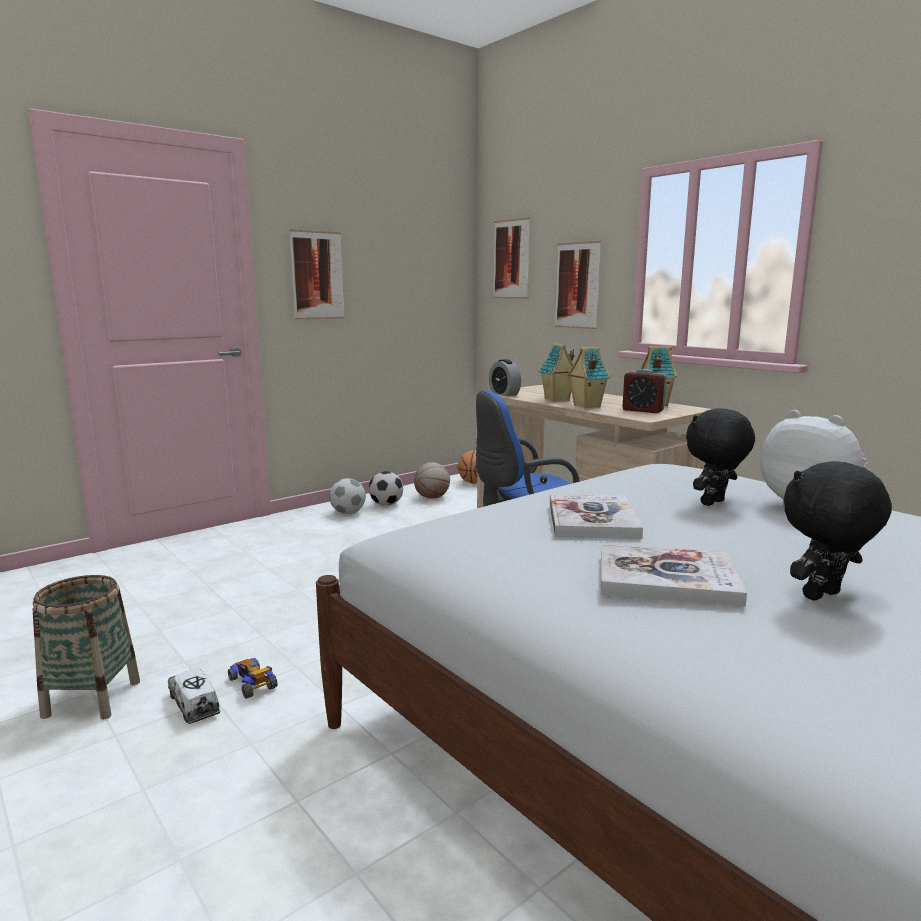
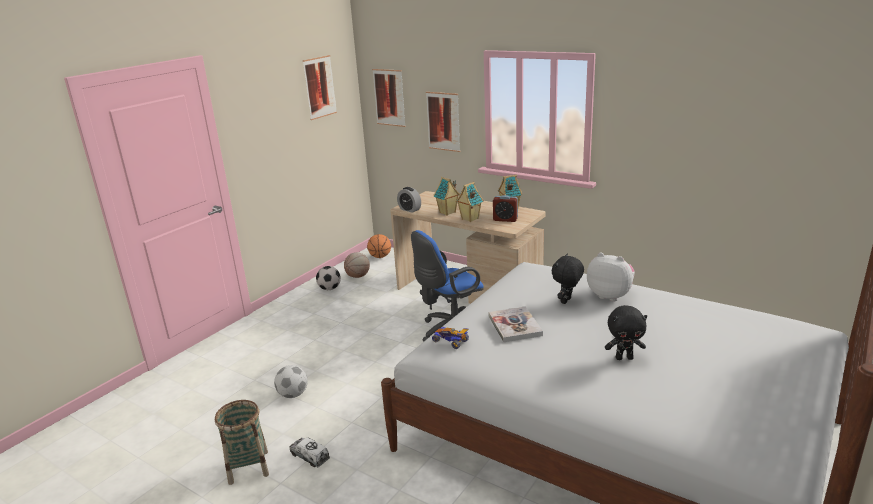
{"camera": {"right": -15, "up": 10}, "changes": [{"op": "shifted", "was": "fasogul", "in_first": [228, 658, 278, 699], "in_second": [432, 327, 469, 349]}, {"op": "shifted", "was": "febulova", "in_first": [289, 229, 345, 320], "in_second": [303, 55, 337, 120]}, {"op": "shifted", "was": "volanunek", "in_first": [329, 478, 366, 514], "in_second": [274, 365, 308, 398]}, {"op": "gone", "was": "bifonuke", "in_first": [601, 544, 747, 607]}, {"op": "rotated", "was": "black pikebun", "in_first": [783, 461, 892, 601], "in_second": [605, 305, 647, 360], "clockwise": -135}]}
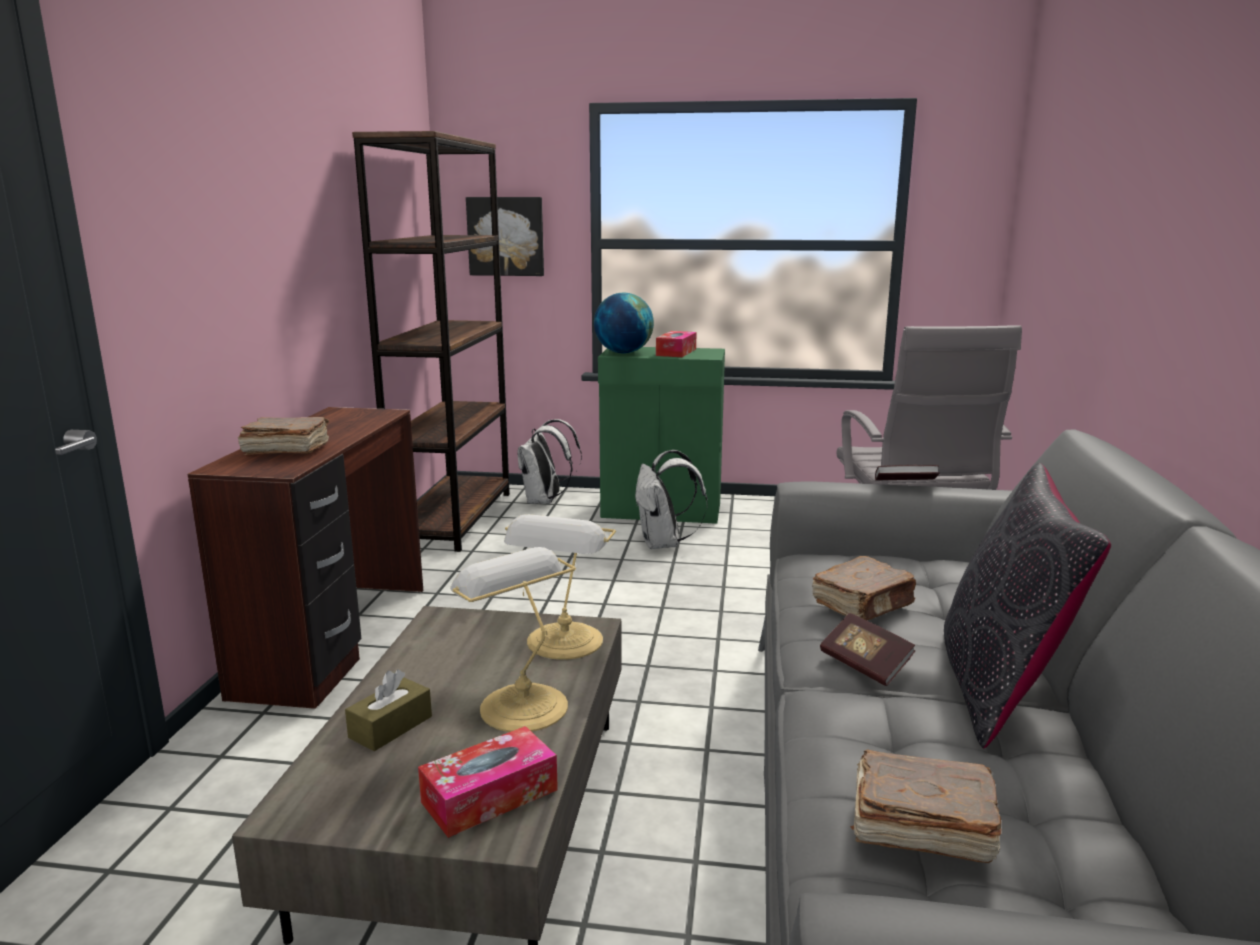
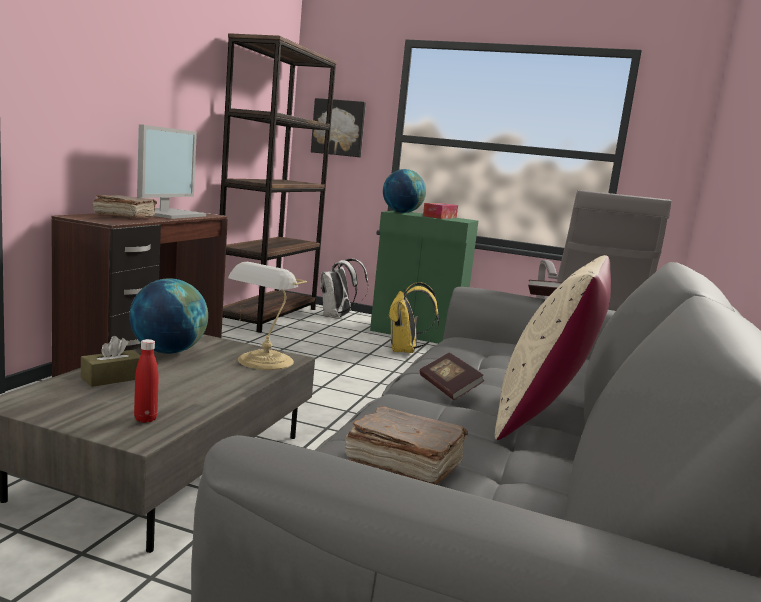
{"camera": {"right": 10, "up": -5}, "changes": [{"op": "swapped", "was": "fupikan", "now": "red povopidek", "in_first": [418, 726, 558, 838], "in_second": [134, 339, 159, 423]}, {"op": "gone", "was": "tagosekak", "in_first": [450, 547, 576, 732]}, {"op": "repainted", "was": "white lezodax", "now": "yellow lezodax", "in_first": [635, 450, 708, 549], "in_second": [388, 282, 439, 353]}, {"op": "gone", "was": "brown bifonuke", "in_first": [812, 556, 916, 621]}, {"op": "repainted", "was": "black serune", "now": "beige serune", "in_first": [944, 463, 1111, 748], "in_second": [495, 255, 611, 440]}, {"op": "new", "now": "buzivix", "in_second": [129, 278, 208, 354]}, {"op": "new", "now": "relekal", "in_second": [137, 124, 206, 219]}]}
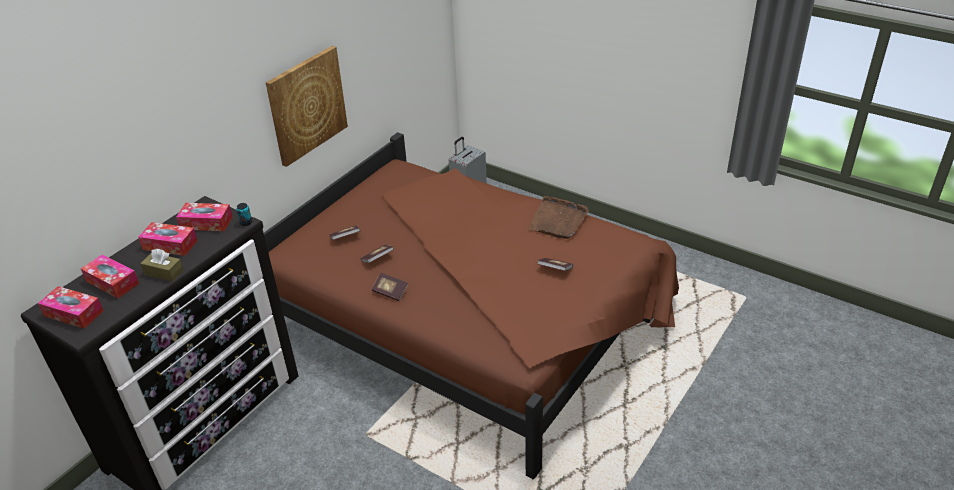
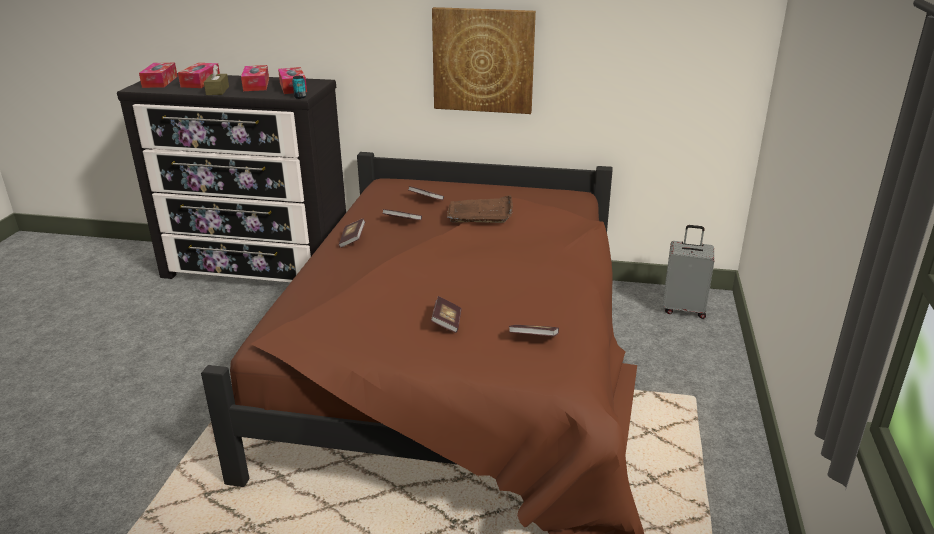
{"camera": {"right": 65, "up": -10}, "changes": [{"op": "shifted", "was": "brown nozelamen", "in_first": [529, 196, 589, 239], "in_second": [447, 195, 513, 223]}, {"op": "new", "now": "bifonuke", "in_second": [509, 325, 559, 336]}]}
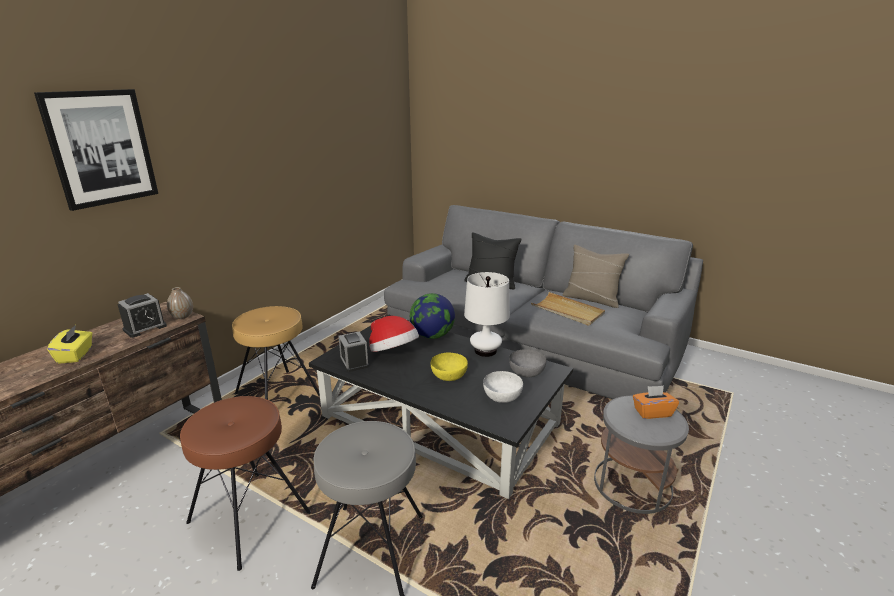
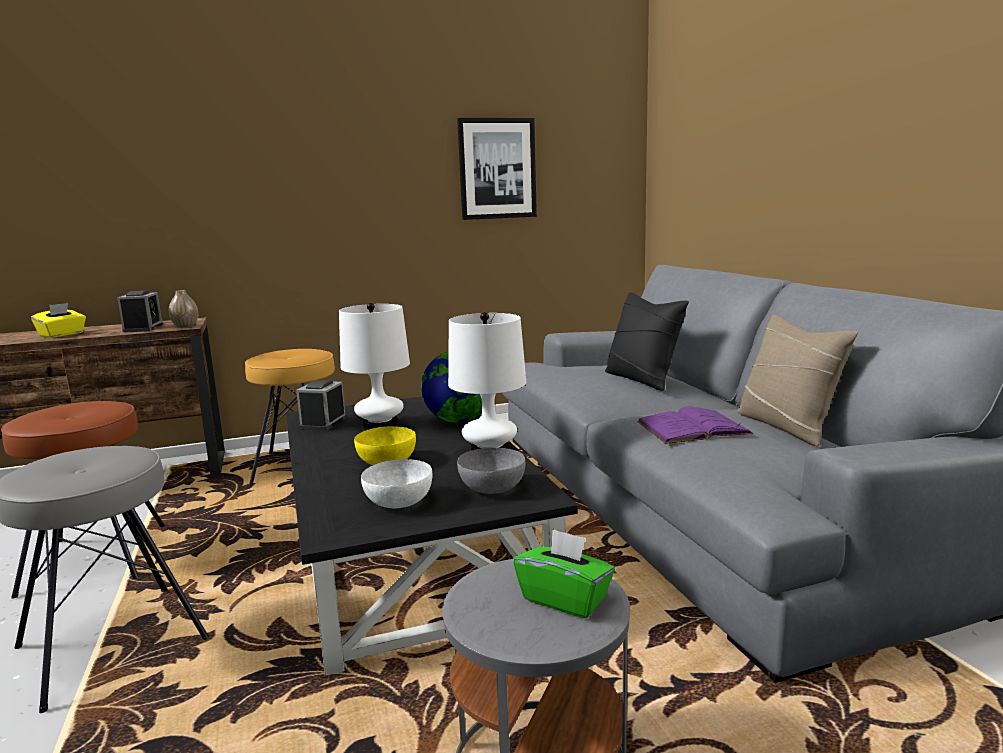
{"camera": {"right": 40, "up": -10}, "changes": [{"op": "shifted", "was": "febulova", "in_first": [34, 89, 158, 211], "in_second": [457, 118, 537, 220]}, {"op": "rotated", "was": "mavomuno", "in_first": [117, 293, 167, 338], "in_second": [117, 291, 163, 333], "clockwise": -90}, {"op": "swapped", "was": "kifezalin", "now": "white tagosekak", "in_first": [369, 316, 419, 352], "in_second": [339, 303, 410, 430]}, {"op": "swapped", "was": "beige nozelamen", "now": "purple bifonuke", "in_first": [531, 292, 605, 326], "in_second": [637, 406, 754, 444]}, {"op": "repainted", "was": "orange fupikan", "now": "green fupikan", "in_first": [633, 386, 679, 419], "in_second": [513, 529, 615, 618]}]}
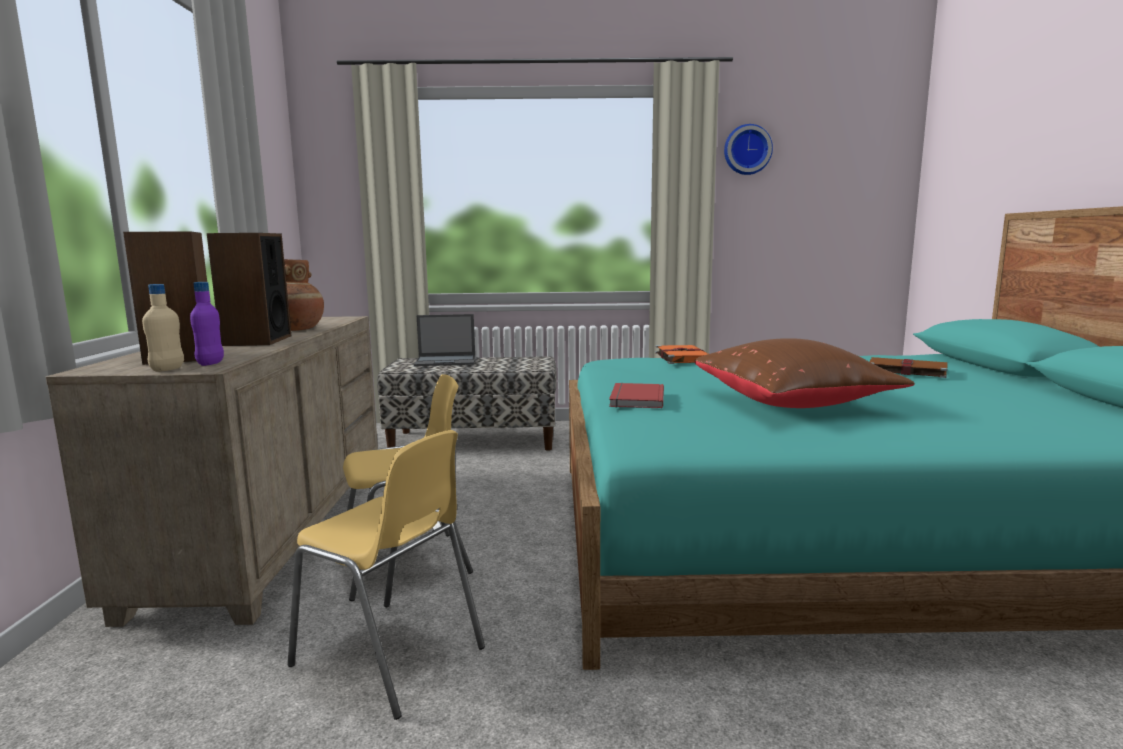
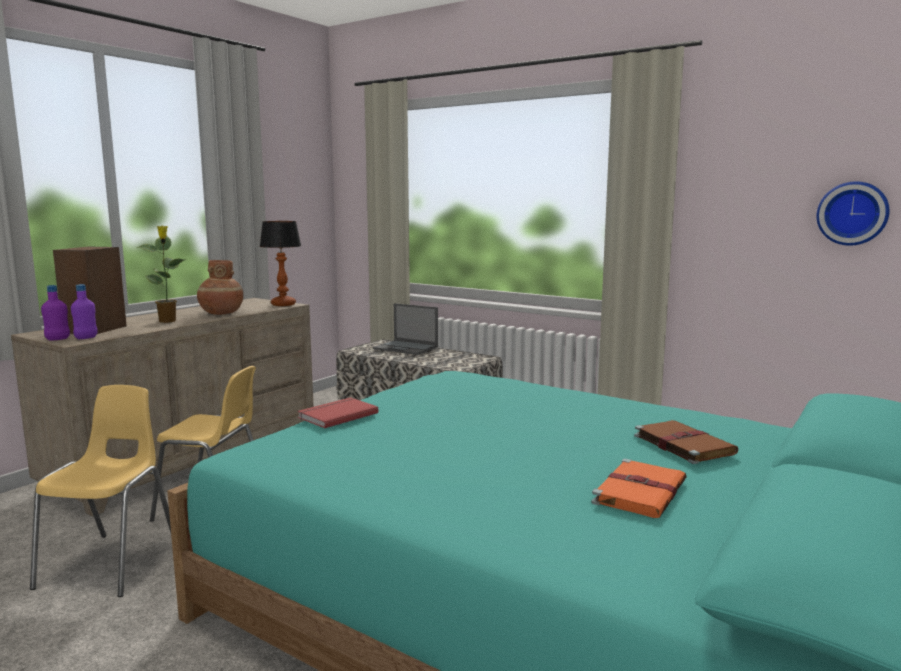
{"camera": {"right": 35, "up": 0}, "changes": [{"op": "repainted", "was": "beige povopidek", "now": "purple povopidek", "in_first": [142, 284, 184, 372], "in_second": [41, 285, 70, 340]}, {"op": "swapped", "was": "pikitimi", "now": "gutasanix", "in_first": [207, 233, 291, 346], "in_second": [137, 226, 184, 323]}, {"op": "rotated", "was": "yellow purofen", "in_first": [287, 430, 485, 720], "in_second": [30, 385, 171, 597], "clockwise": -150}, {"op": "shifted", "was": "orange bifonuke", "in_first": [655, 345, 708, 364], "in_second": [591, 459, 687, 518]}, {"op": "gone", "was": "brown serune", "in_first": [695, 338, 915, 408]}, {"op": "shifted", "was": "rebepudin", "in_first": [724, 124, 773, 175], "in_second": [817, 181, 889, 246]}, {"op": "new", "now": "tagosekak", "in_second": [260, 221, 301, 306]}]}
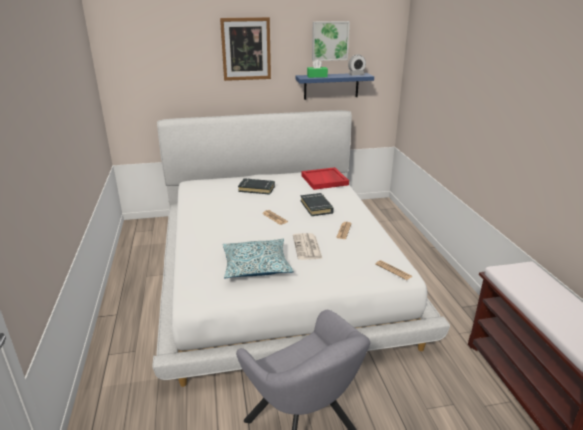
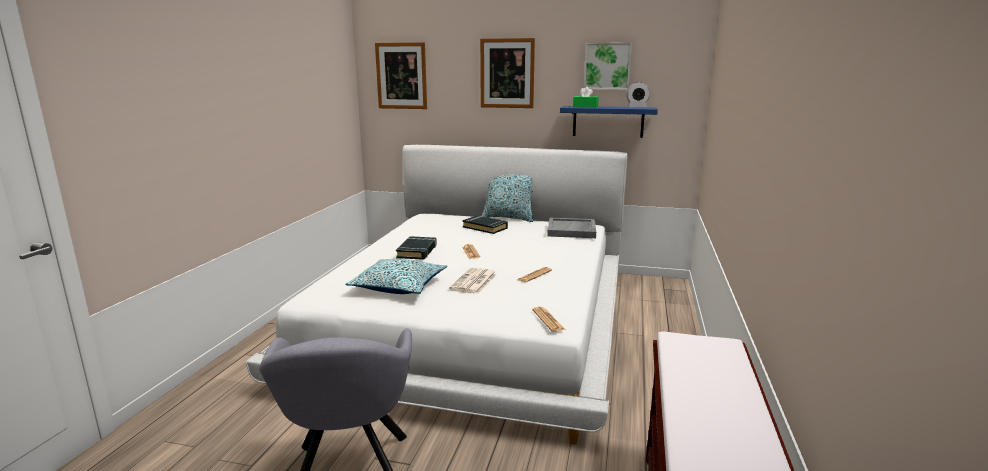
{"camera": {"right": 25, "up": -10}, "changes": [{"op": "repainted", "was": "red nozelamen", "now": "grey nozelamen", "in_first": [301, 167, 349, 190], "in_second": [547, 218, 596, 238]}, {"op": "shifted", "was": "black bifonuke", "in_first": [301, 193, 334, 216], "in_second": [396, 236, 437, 260]}, {"op": "new", "now": "febulova", "in_second": [375, 42, 427, 109]}, {"op": "new", "now": "serune", "in_second": [482, 174, 533, 222]}]}
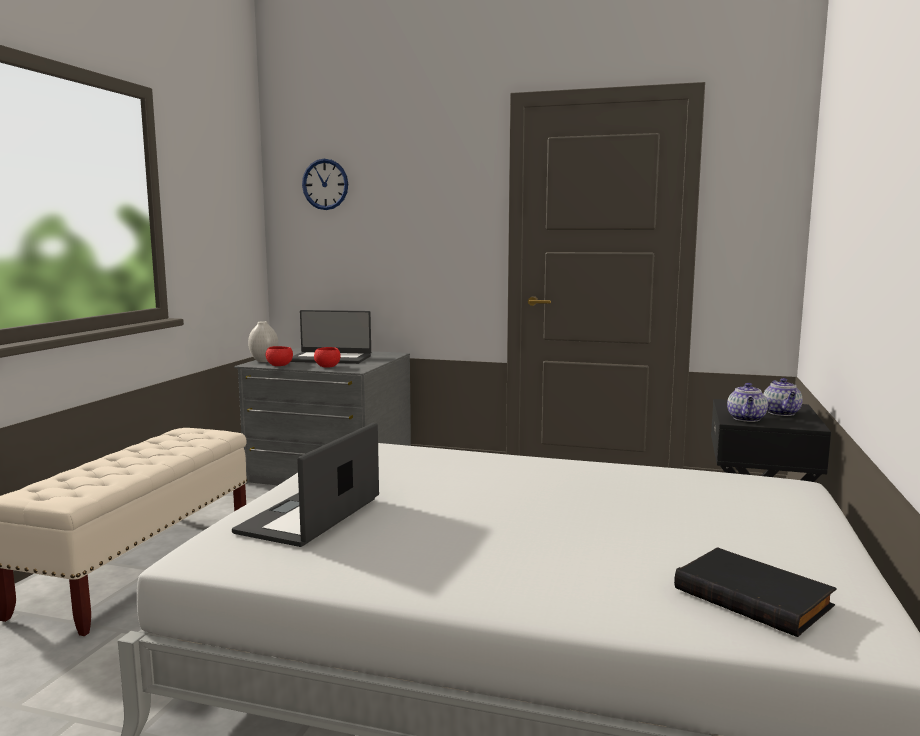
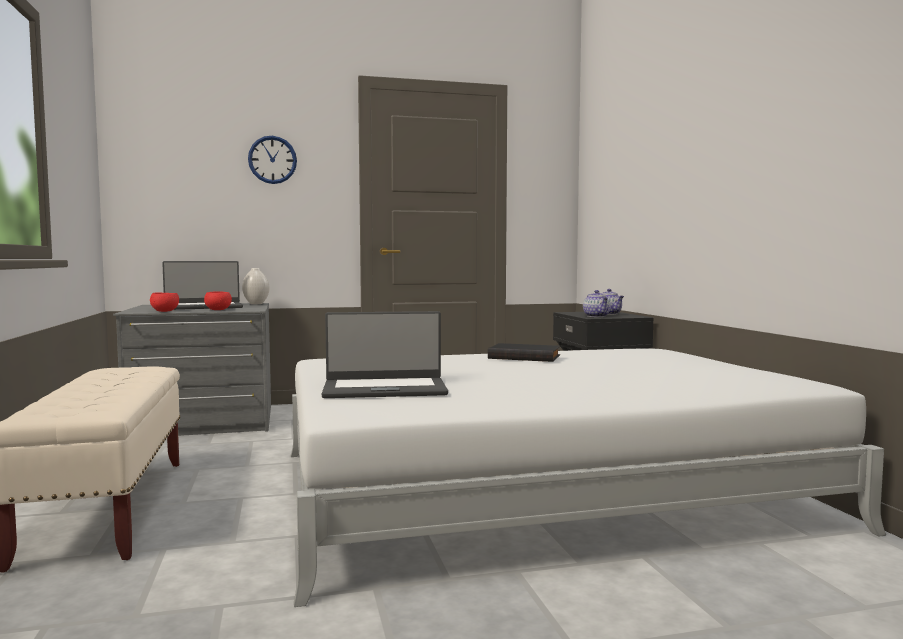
{"camera": {"right": -30, "up": -5}, "changes": [{"op": "rotated", "was": "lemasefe", "in_first": [232, 423, 379, 547], "in_second": [322, 311, 448, 398], "clockwise": -90}, {"op": "shifted", "was": "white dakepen", "in_first": [248, 321, 279, 362], "in_second": [242, 268, 269, 304]}, {"op": "shifted", "was": "rebepudin", "in_first": [302, 159, 348, 210], "in_second": [248, 136, 297, 184]}, {"op": "shifted", "was": "black bifonuke", "in_first": [674, 547, 836, 637], "in_second": [488, 343, 560, 362]}]}
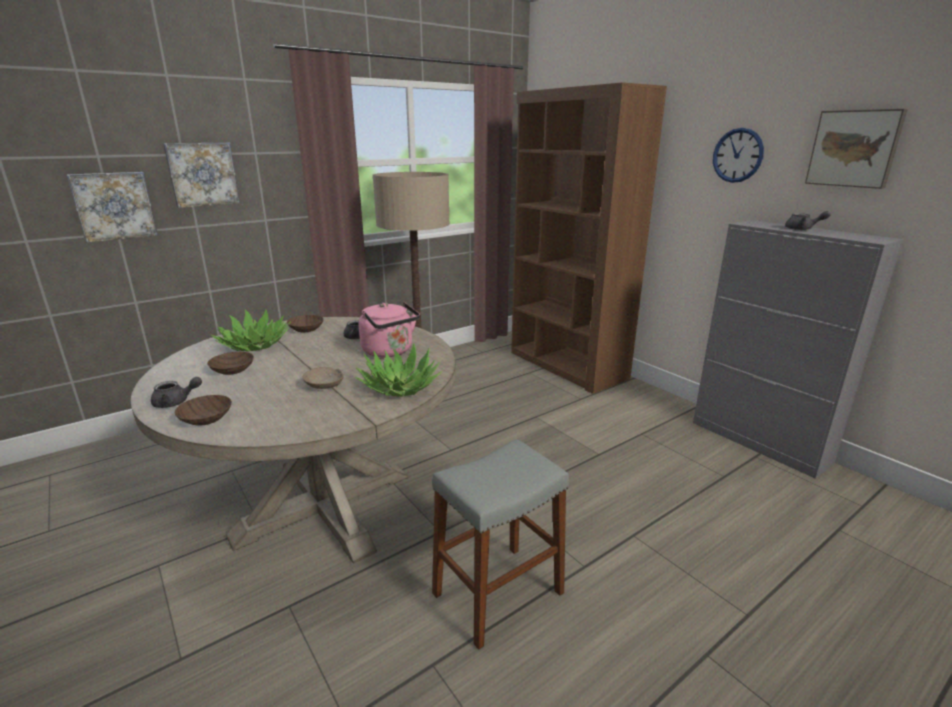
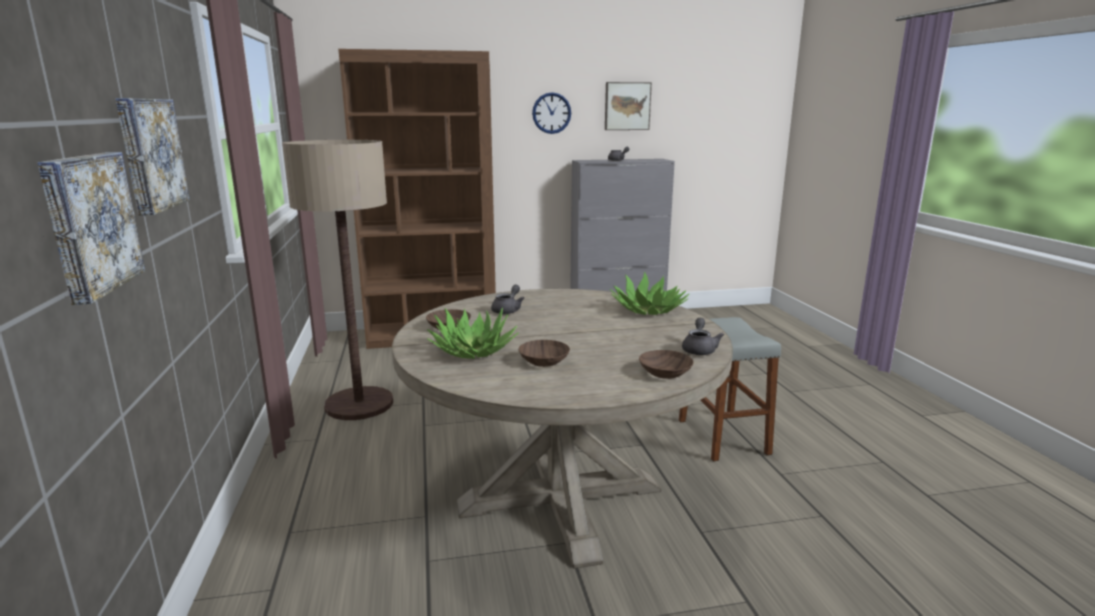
{"camera": {"right": -65, "up": -5}, "changes": [{"op": "shifted", "was": "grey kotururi", "in_first": [151, 377, 202, 408], "in_second": [682, 318, 724, 355]}, {"op": "gone", "was": "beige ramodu", "in_first": [303, 367, 344, 389]}, {"op": "gone", "was": "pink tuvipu", "in_first": [359, 302, 420, 357]}]}
